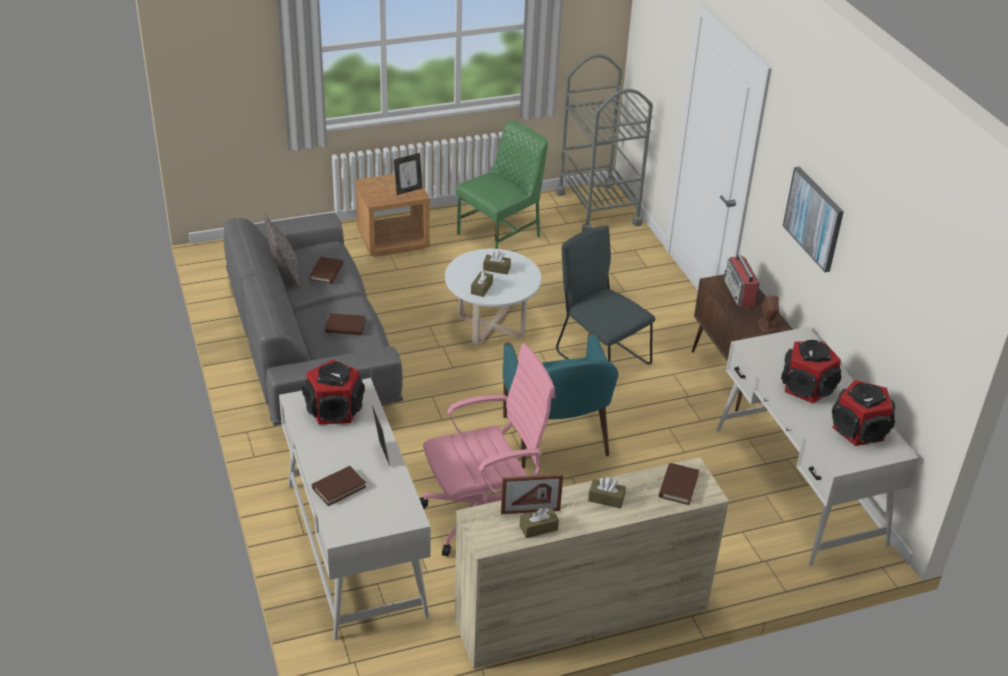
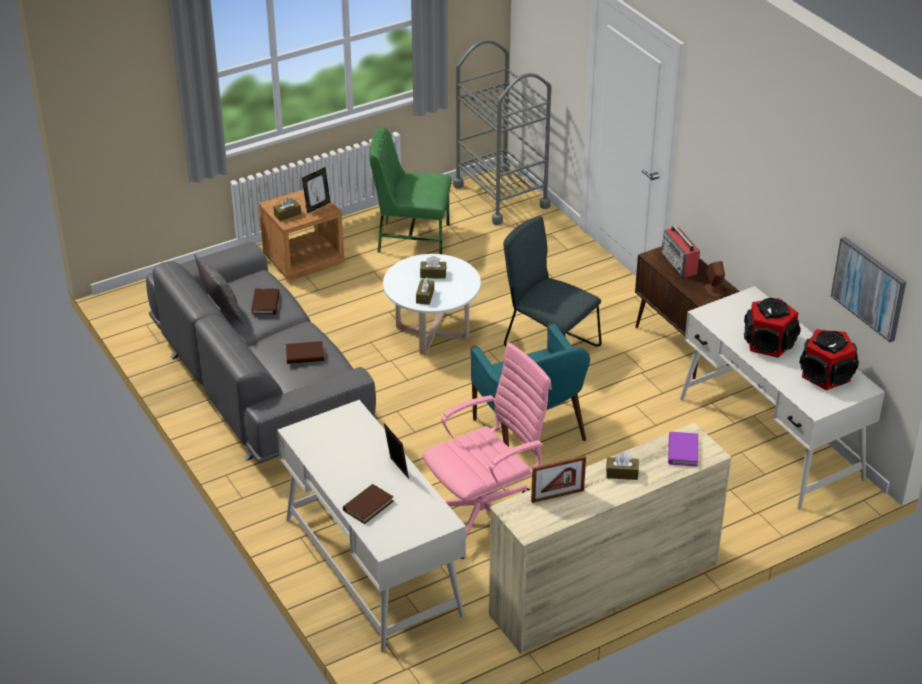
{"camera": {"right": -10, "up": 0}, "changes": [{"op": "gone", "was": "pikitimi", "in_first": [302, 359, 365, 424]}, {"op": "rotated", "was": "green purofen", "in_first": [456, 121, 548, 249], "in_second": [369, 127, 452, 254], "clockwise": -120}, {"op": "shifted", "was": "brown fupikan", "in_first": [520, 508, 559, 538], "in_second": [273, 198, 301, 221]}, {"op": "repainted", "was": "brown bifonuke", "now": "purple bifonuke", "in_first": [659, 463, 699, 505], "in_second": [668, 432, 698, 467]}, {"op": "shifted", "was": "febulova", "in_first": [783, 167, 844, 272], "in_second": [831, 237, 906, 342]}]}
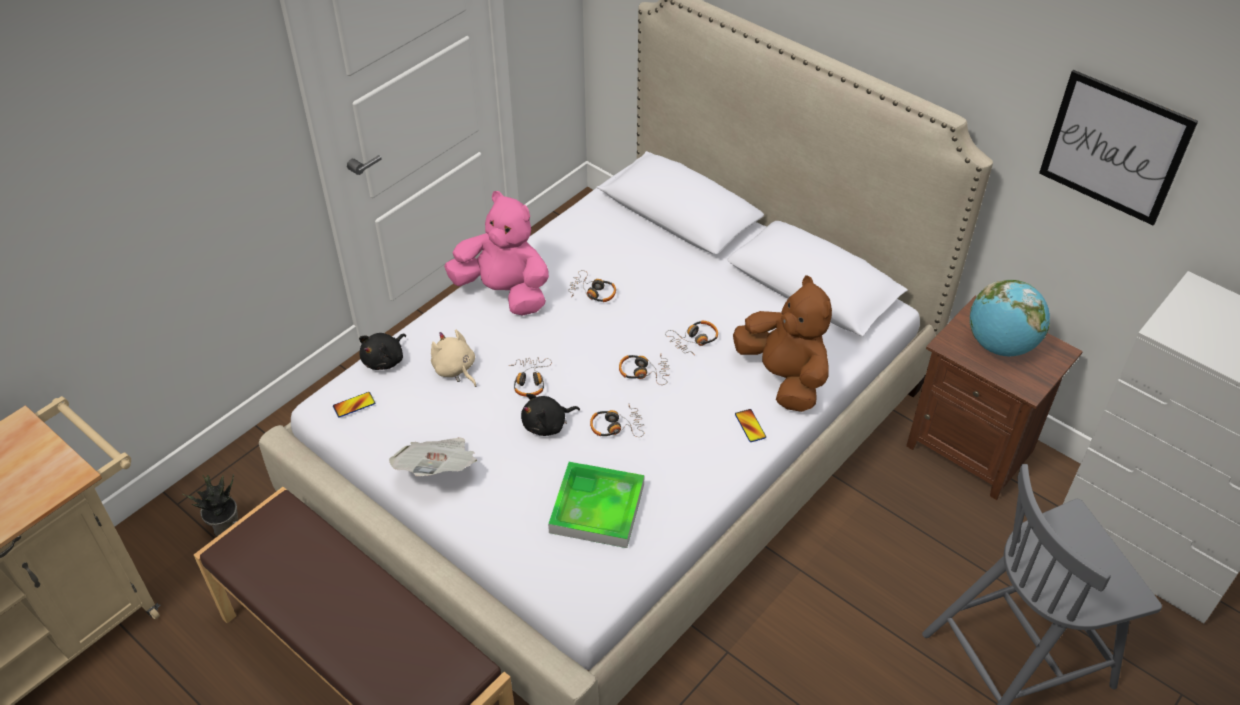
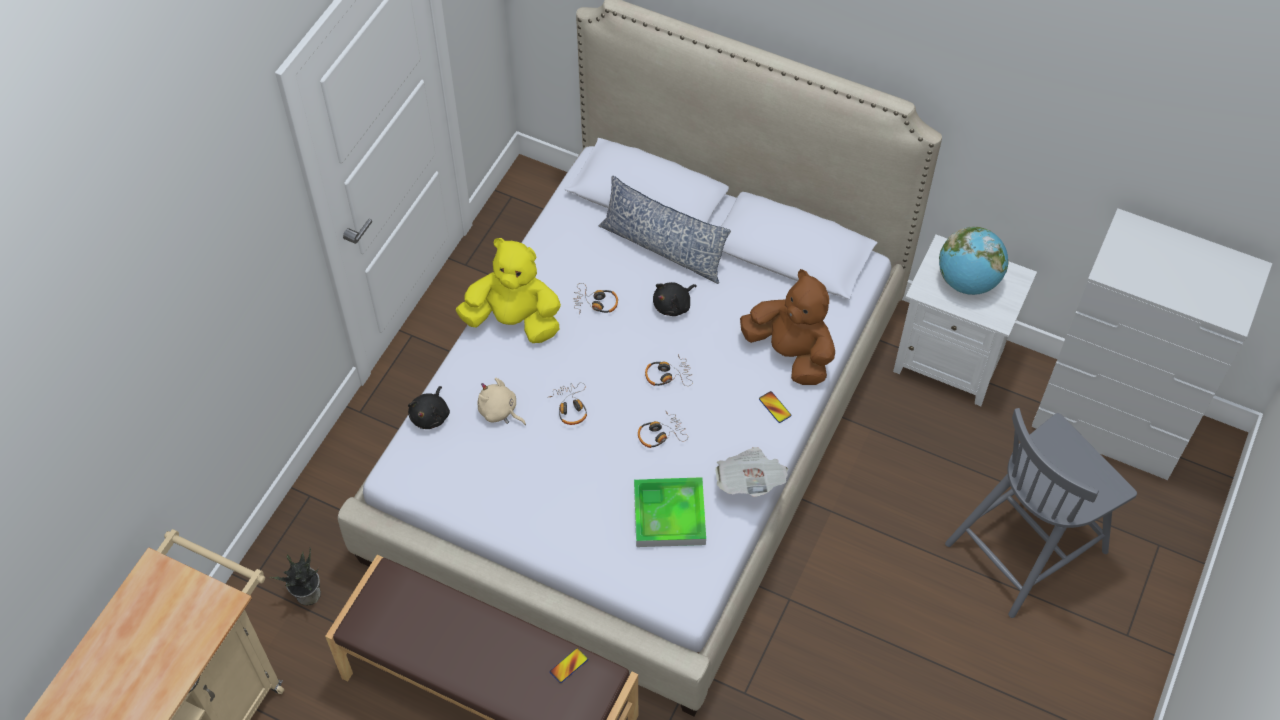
{"camera": {"right": -15, "up": 10}, "changes": [{"op": "shifted", "was": "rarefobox", "in_first": [333, 392, 375, 418], "in_second": [550, 648, 588, 683]}, {"op": "shifted", "was": "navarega", "in_first": [389, 437, 477, 476], "in_second": [715, 447, 788, 497]}, {"op": "repainted", "was": "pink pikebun", "now": "yellow pikebun", "in_first": [444, 191, 549, 316], "in_second": [456, 238, 561, 343]}, {"op": "shifted", "was": "black pikebun", "in_first": [521, 393, 580, 436], "in_second": [653, 282, 697, 316]}, {"op": "gone", "was": "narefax", "in_first": [665, 321, 718, 354]}, {"op": "repainted", "was": "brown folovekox", "now": "white folovekox", "in_first": [906, 296, 1083, 500], "in_second": [893, 235, 1037, 406]}, {"op": "gone", "was": "febulova", "in_first": [1039, 70, 1198, 225]}, {"op": "new", "now": "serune", "in_second": [599, 176, 731, 284]}]}
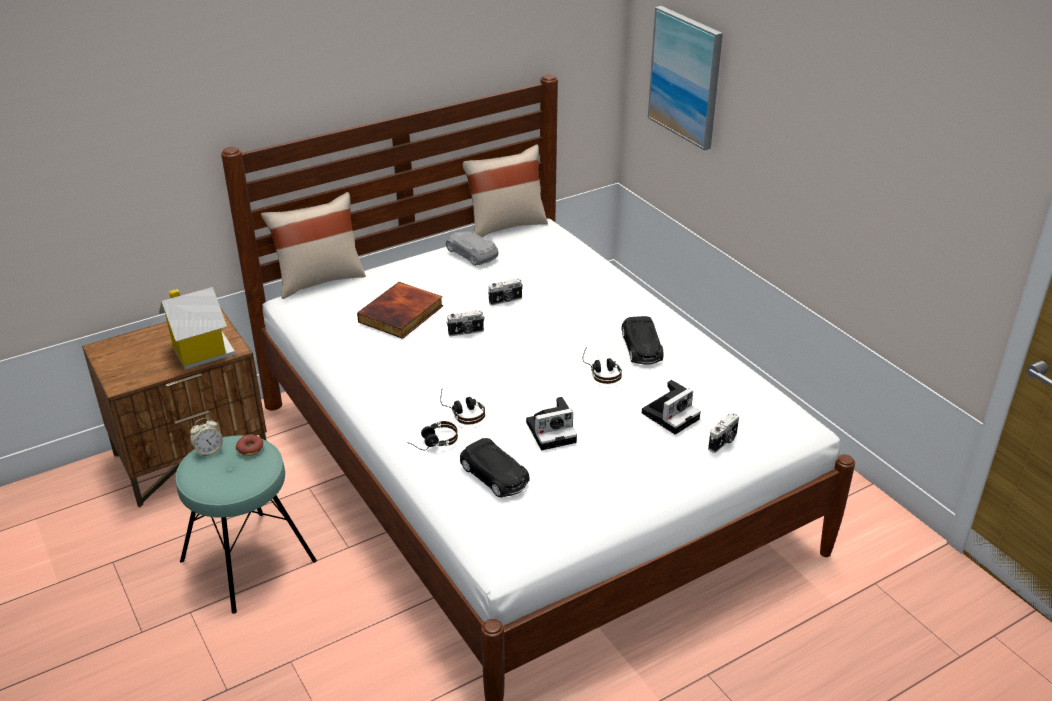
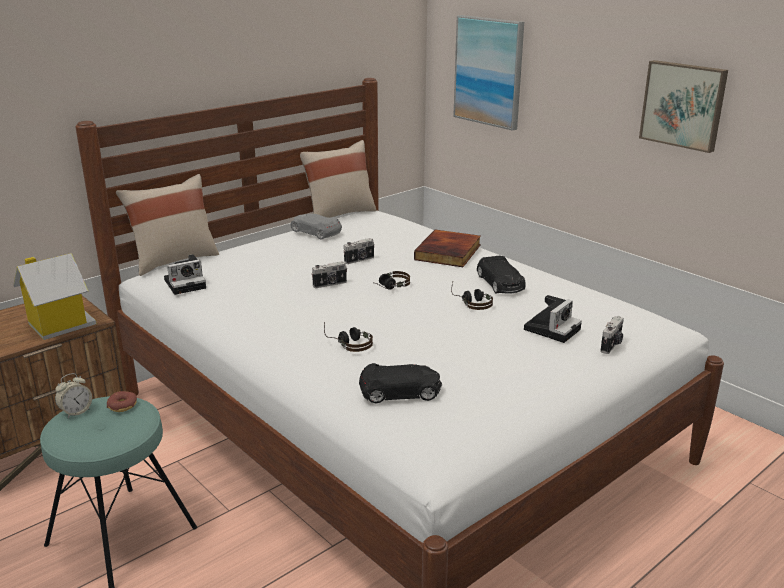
{"camera": {"right": -10, "up": -10}, "changes": [{"op": "shifted", "was": "bifonuke", "in_first": [357, 282, 443, 339], "in_second": [414, 230, 481, 267]}, {"op": "shifted", "was": "narefax", "in_first": [407, 421, 458, 451], "in_second": [375, 271, 410, 290]}, {"op": "rotated", "was": "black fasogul", "in_first": [460, 438, 530, 498], "in_second": [359, 363, 442, 404], "clockwise": -45}, {"op": "shifted", "was": "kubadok", "in_first": [526, 397, 577, 450], "in_second": [164, 254, 206, 295]}, {"op": "new", "now": "febulova", "in_second": [639, 60, 728, 153]}]}
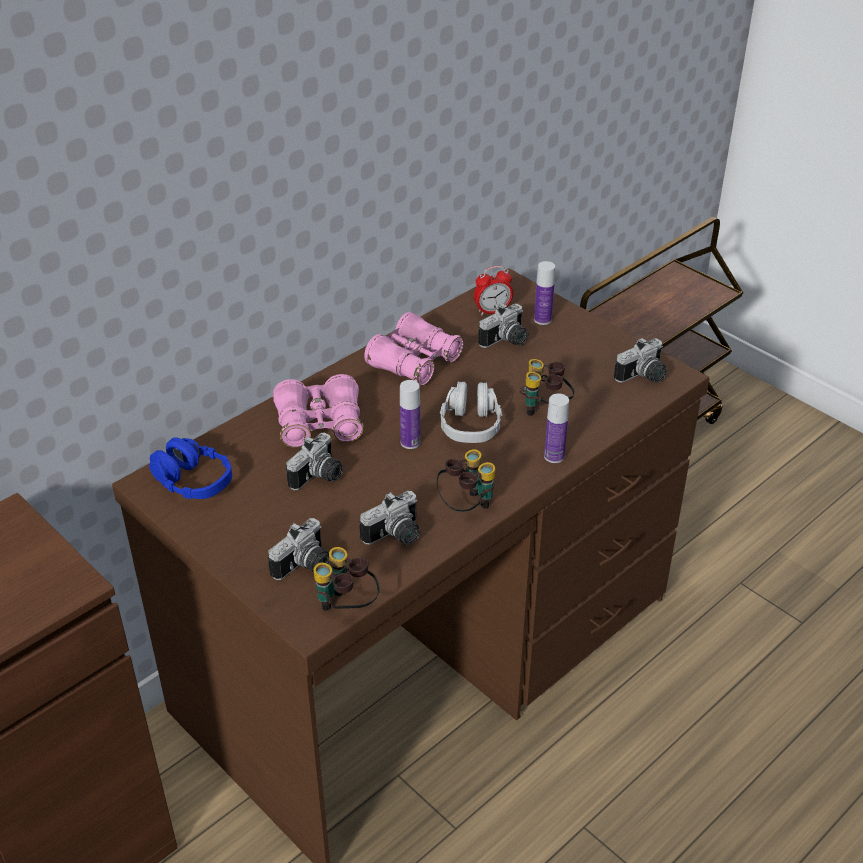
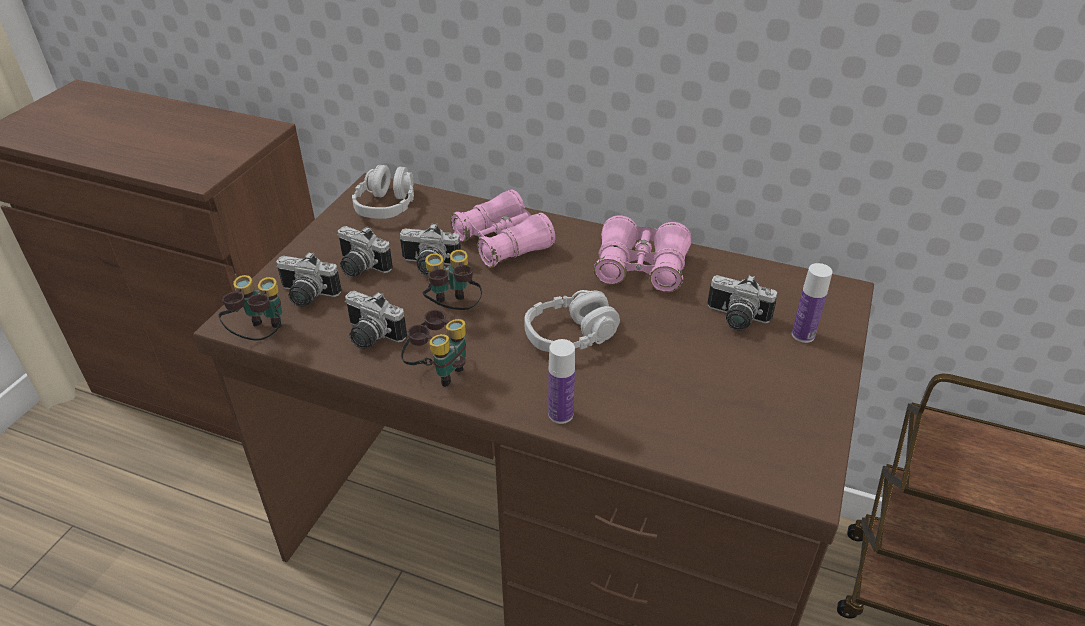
{"camera": {"right": 65, "up": 0}, "changes": [{"op": "repainted", "was": "blue narefax", "now": "grey narefax", "in_first": [149, 437, 232, 499], "in_second": [352, 165, 414, 219]}, {"op": "gone", "was": "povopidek", "in_first": [400, 380, 420, 449]}, {"op": "gone", "was": "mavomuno", "in_first": [474, 266, 513, 316]}, {"op": "shifted", "was": "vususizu", "in_first": [520, 359, 575, 416], "in_second": [422, 250, 482, 310]}, {"op": "shifted", "was": "kubadok", "in_first": [614, 337, 667, 383], "in_second": [337, 226, 393, 277]}]}
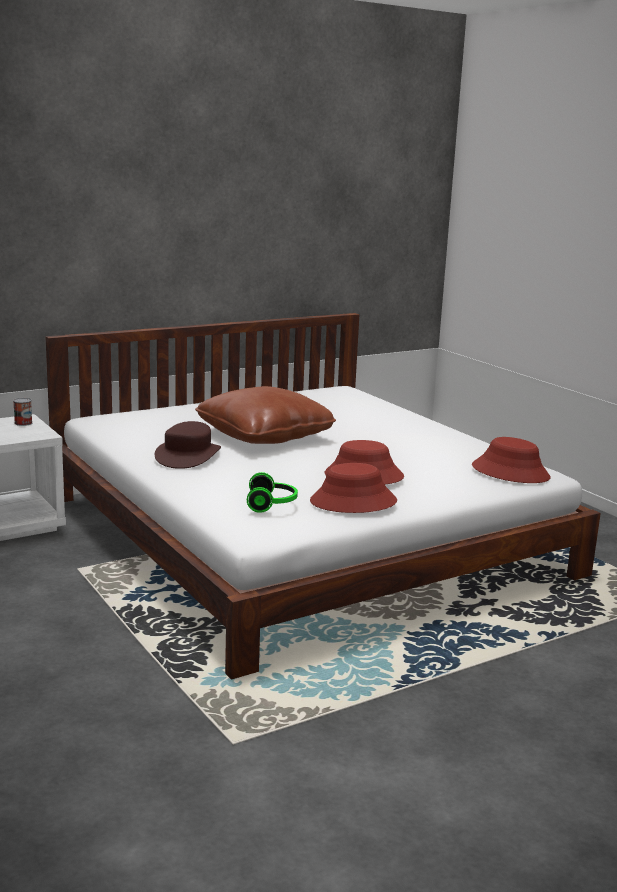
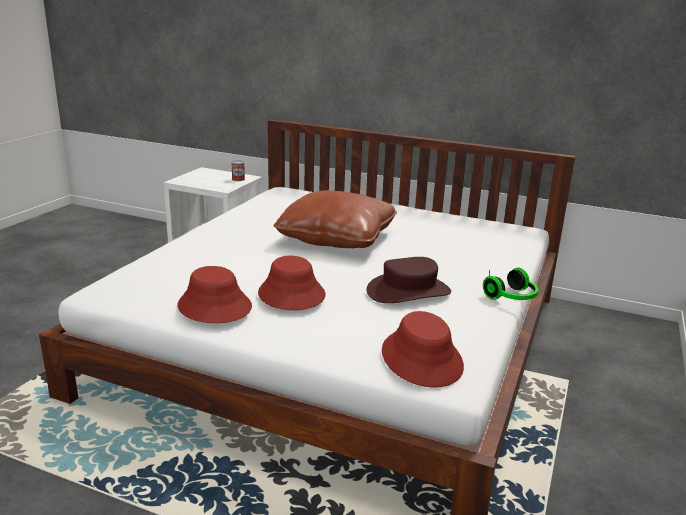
{"camera": {"right": 55, "up": 5}, "changes": [{"op": "shifted", "was": "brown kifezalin", "in_first": [155, 421, 221, 469], "in_second": [367, 257, 451, 303]}, {"op": "shifted", "was": "narefax", "in_first": [247, 472, 298, 513], "in_second": [483, 268, 538, 300]}]}
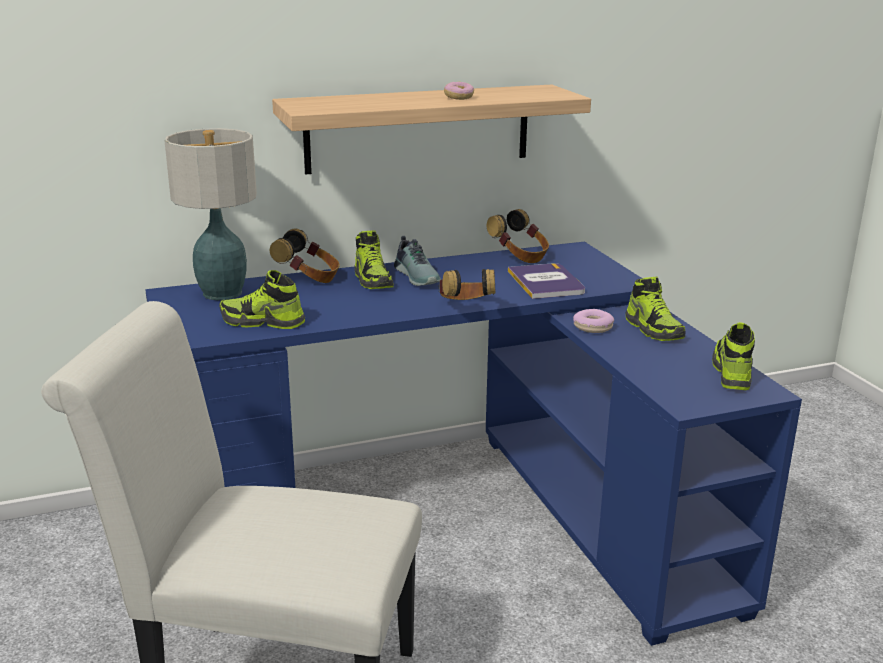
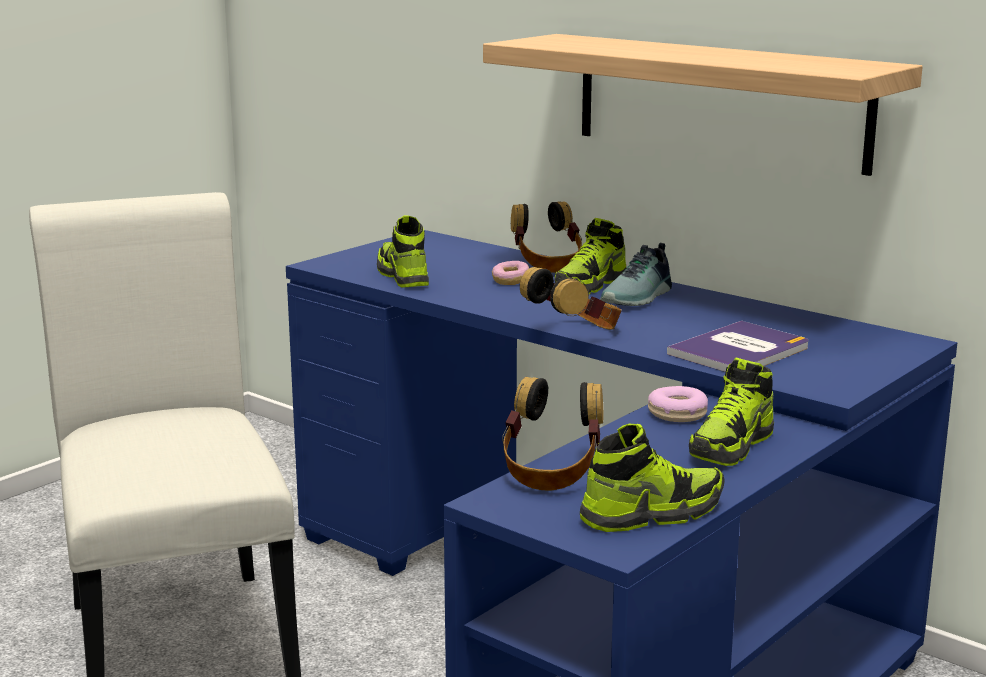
{"camera": {"right": 60, "up": -5}, "changes": [{"op": "gone", "was": "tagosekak", "in_first": [164, 128, 257, 300]}, {"op": "shifted", "was": "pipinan", "in_first": [444, 82, 474, 100], "in_second": [492, 261, 529, 285]}, {"op": "shifted", "was": "narefax", "in_first": [487, 209, 549, 263], "in_second": [502, 377, 603, 490]}]}
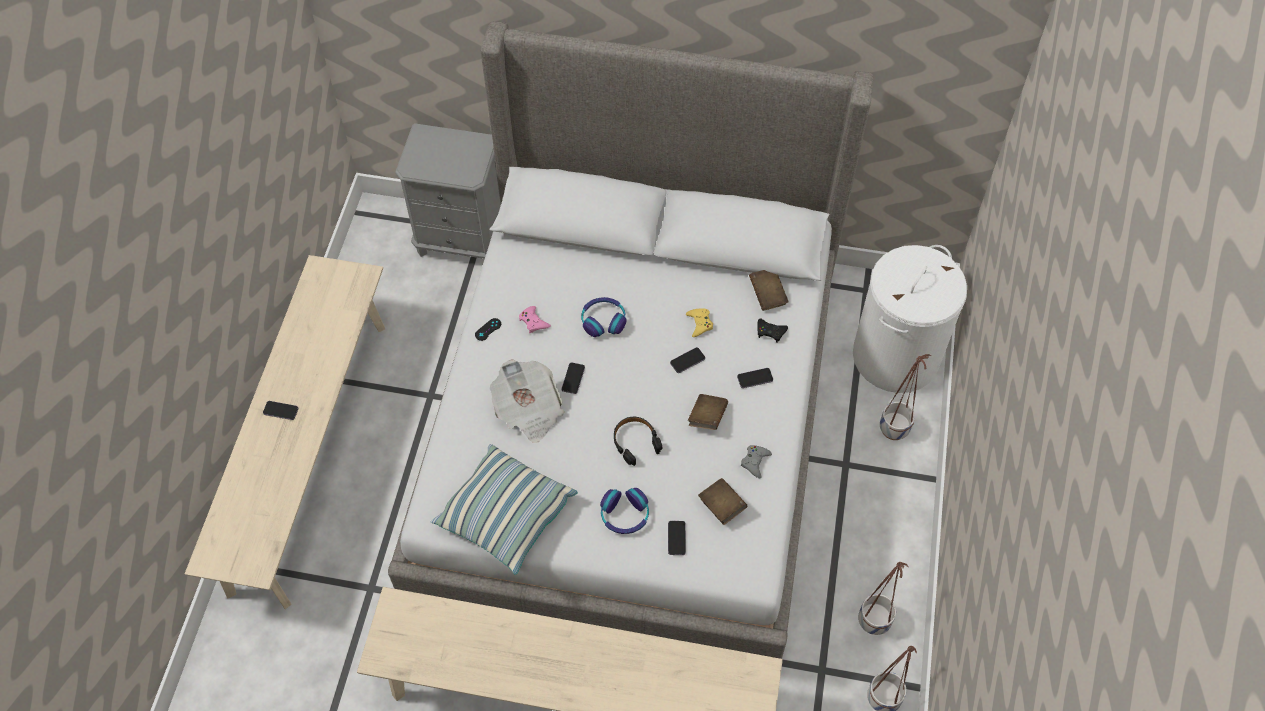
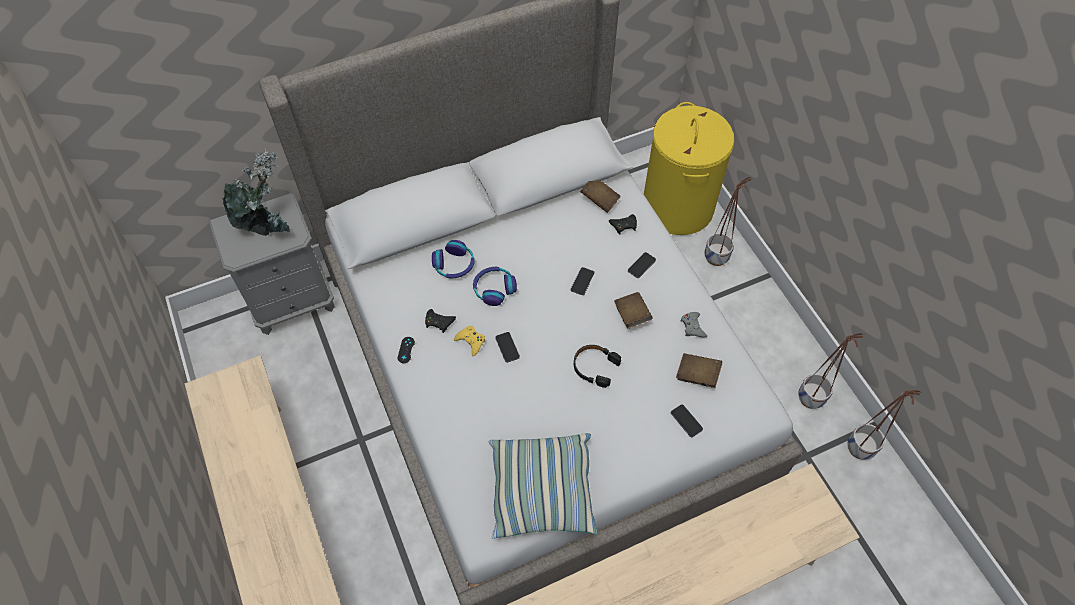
{"camera": {"right": -35, "up": 0}, "changes": [{"op": "gone", "was": "rarefobox", "in_first": [263, 401, 298, 420]}, {"op": "gone", "was": "navarega", "in_first": [490, 359, 565, 443]}, {"op": "repainted", "was": "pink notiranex", "now": "black notiranex", "in_first": [519, 306, 551, 333], "in_second": [425, 309, 456, 333]}, {"op": "shifted", "was": "narefax", "in_first": [600, 488, 649, 534], "in_second": [432, 240, 475, 279]}, {"op": "shifted", "was": "yellow notiranex", "in_first": [686, 308, 713, 337], "in_second": [454, 326, 485, 357]}, {"op": "repainted", "was": "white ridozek", "now": "yellow ridozek", "in_first": [853, 245, 967, 393], "in_second": [644, 102, 734, 235]}, {"op": "new", "now": "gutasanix", "in_second": [222, 148, 290, 236]}]}
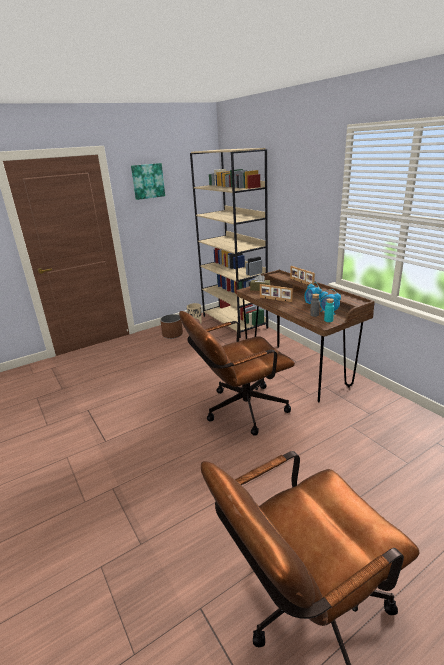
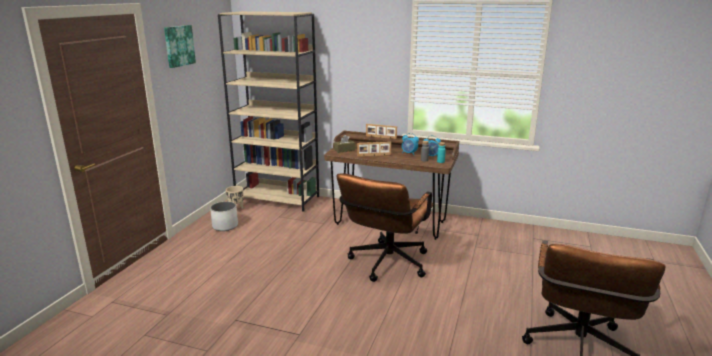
{"camera": {"right": -40, "up": -5}, "changes": [{"op": "repainted", "was": "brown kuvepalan", "now": "white kuvepalan", "in_first": [160, 314, 183, 339], "in_second": [210, 202, 238, 231]}]}
